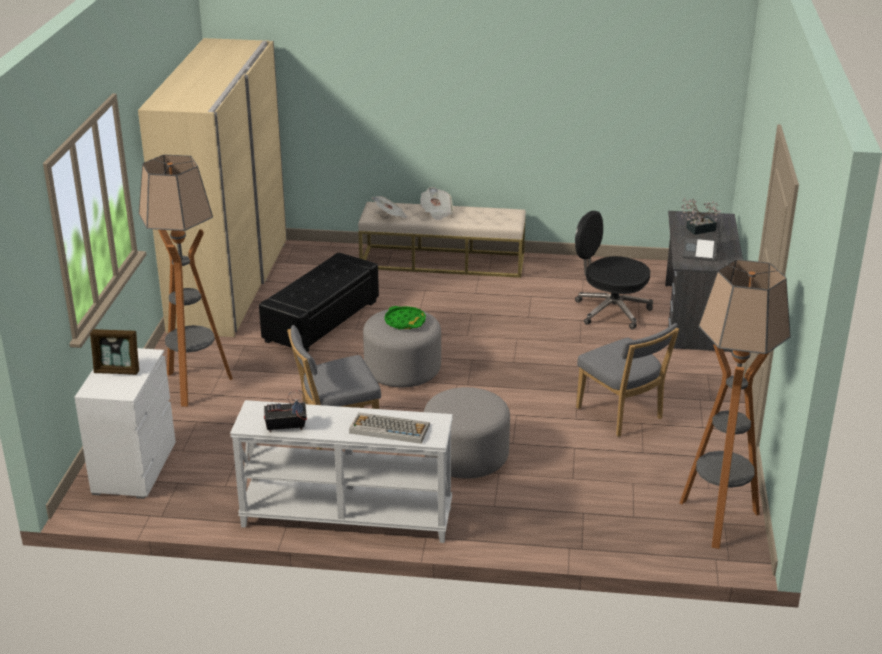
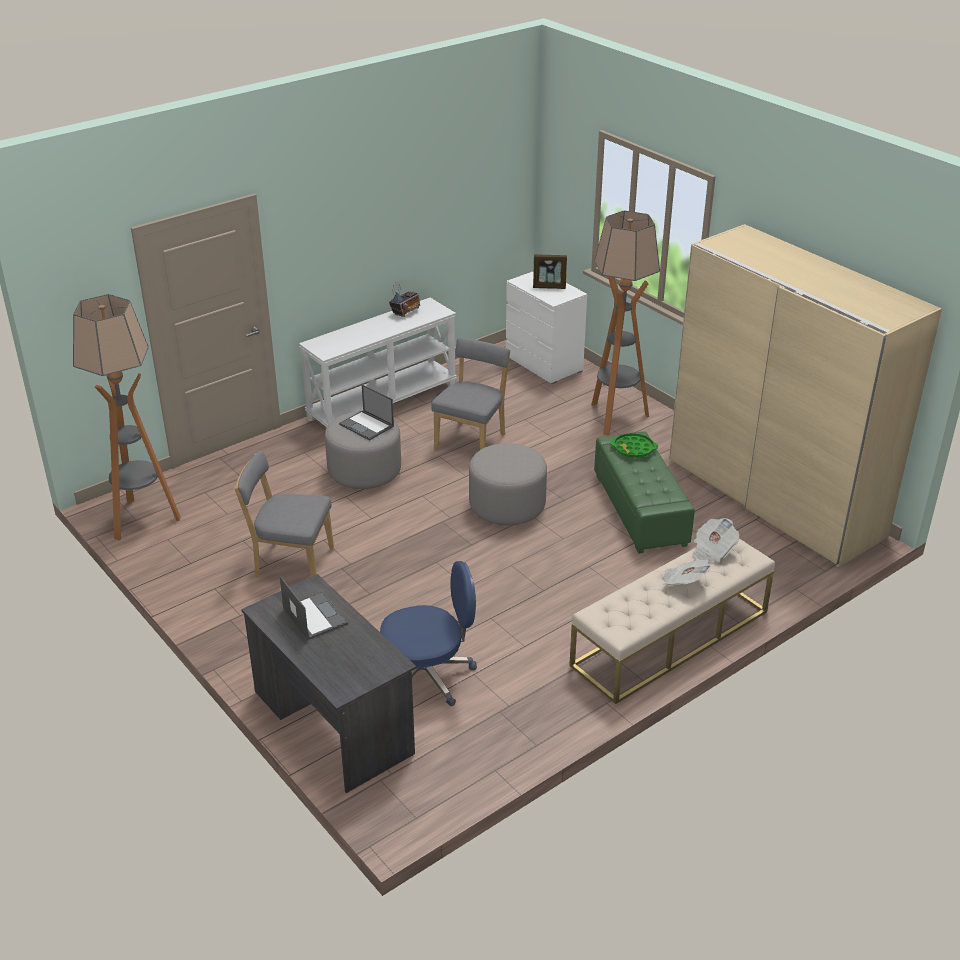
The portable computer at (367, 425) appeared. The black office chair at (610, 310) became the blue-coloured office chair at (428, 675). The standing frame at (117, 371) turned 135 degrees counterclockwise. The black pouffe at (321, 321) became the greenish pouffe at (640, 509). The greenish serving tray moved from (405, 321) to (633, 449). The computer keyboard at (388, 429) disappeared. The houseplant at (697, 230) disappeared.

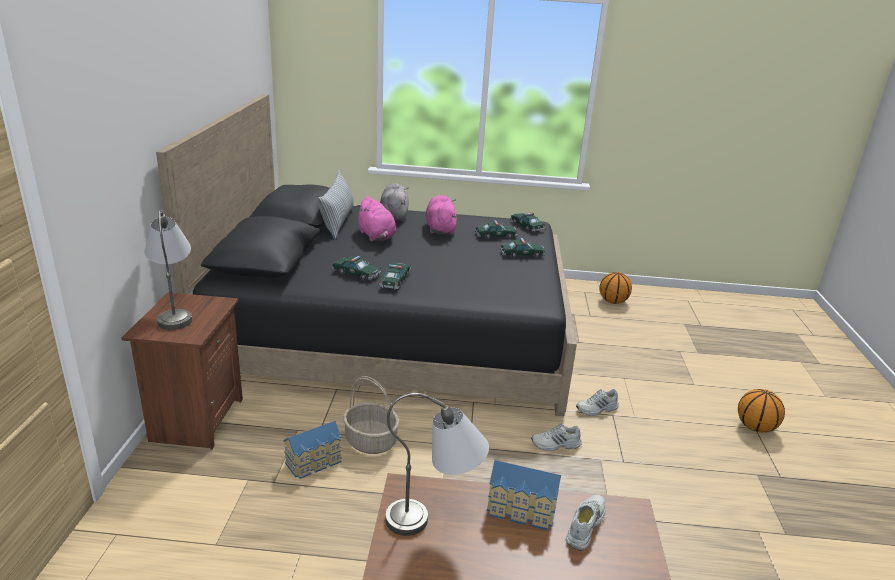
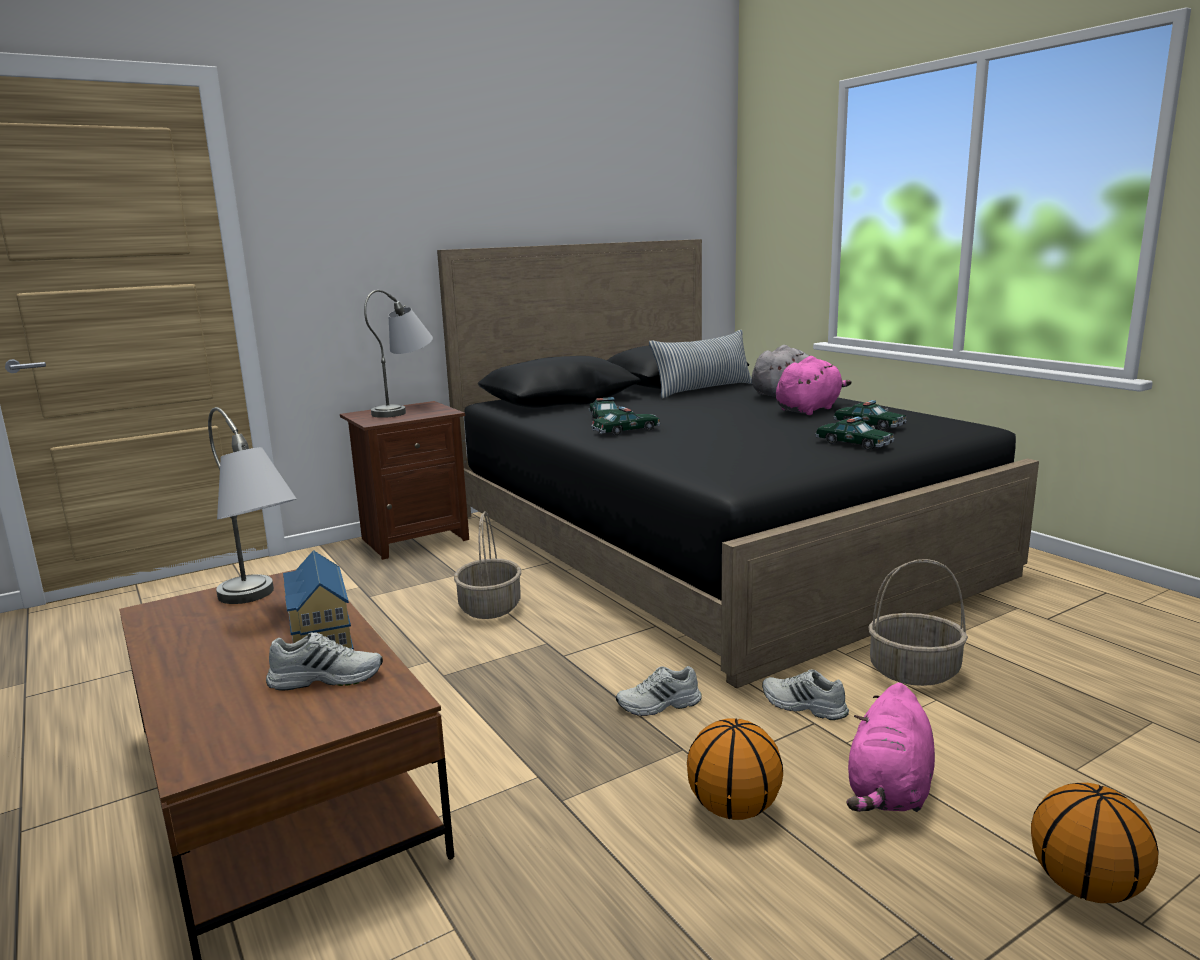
The whitish low shoe at (556, 445) turned 60 degrees counterclockwise. The ball for basketball moved from (613, 301) to (735, 808). The pink-coloured plush toy moved from (377, 236) to (889, 790). The household basket at (913, 672) appeared. The toy house at (315, 462) disappeared. The toy car at (527, 226) disappeared.

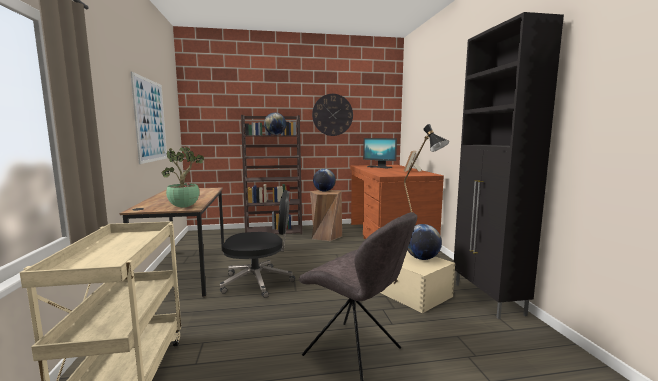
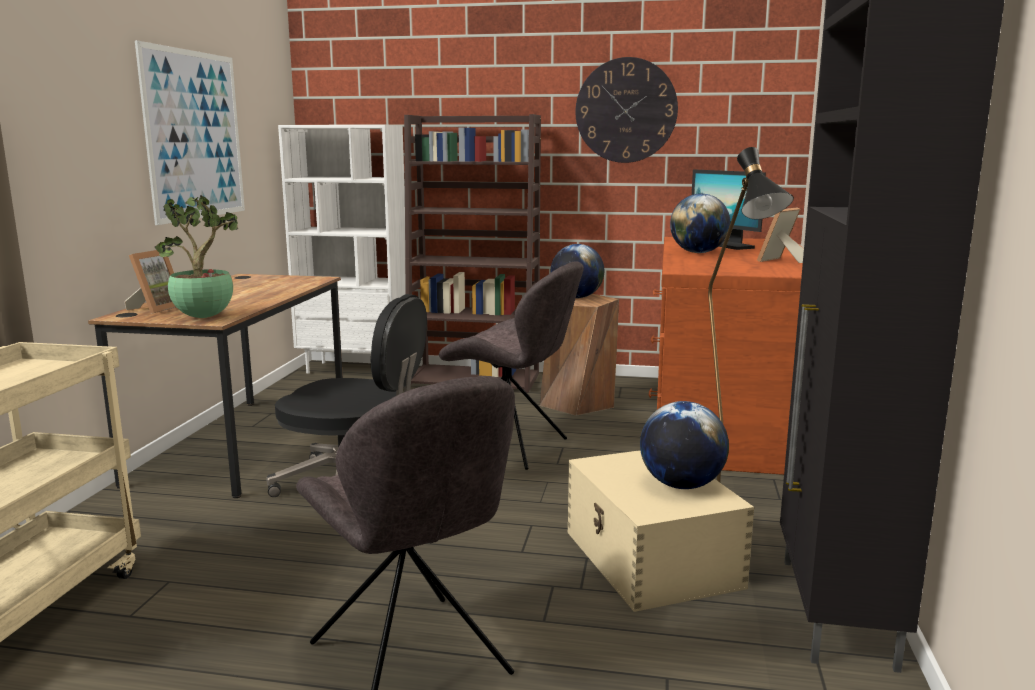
The standing frame at (156, 308) appeared. The whitish bookcase at (355, 369) appeared. The greyish upright chair at (511, 447) appeared. The world globe moved from (275, 135) to (698, 252).

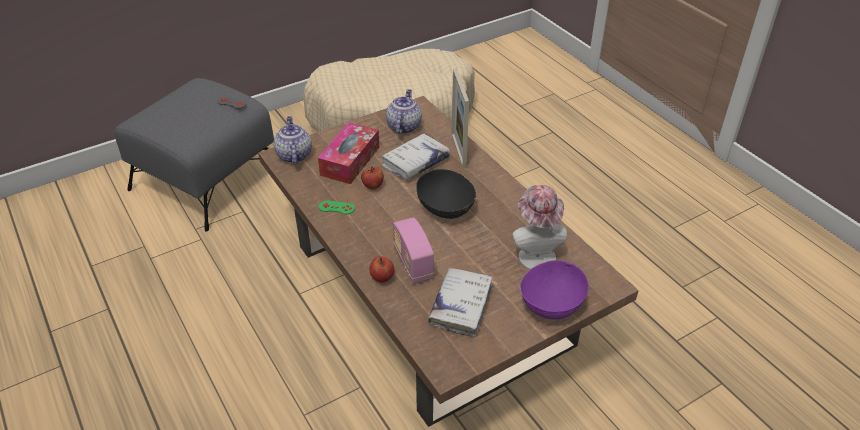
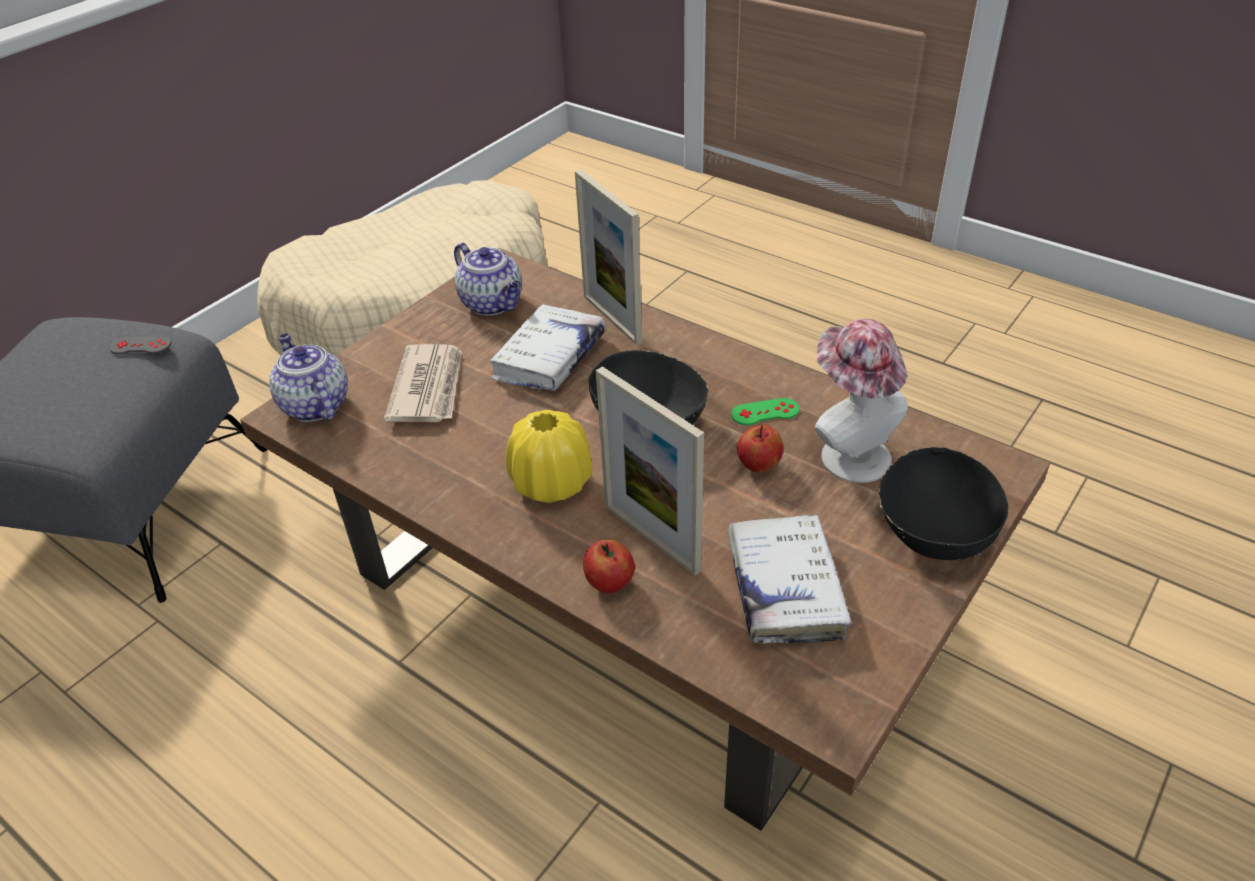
The tissue box at (350, 161) was replaced by the daily paper at (429, 387). The teapot at (404, 126) turned 150 degrees clockwise. The yellow-coloured decorative vase at (552, 483) appeared. The radio set at (413, 264) was replaced by the standing frame at (651, 538). The greenish joypad moved from (336, 207) to (765, 412). The apple moved from (373, 186) to (758, 465). The purple serving bowl at (551, 303) became the black serving bowl at (933, 531).

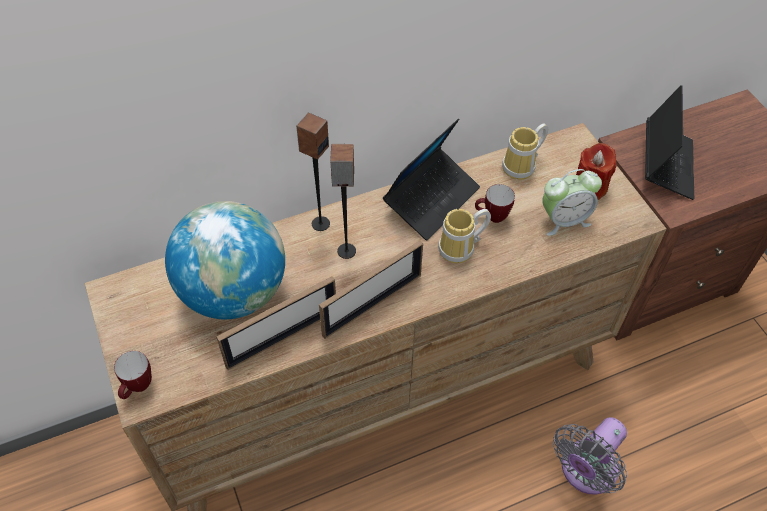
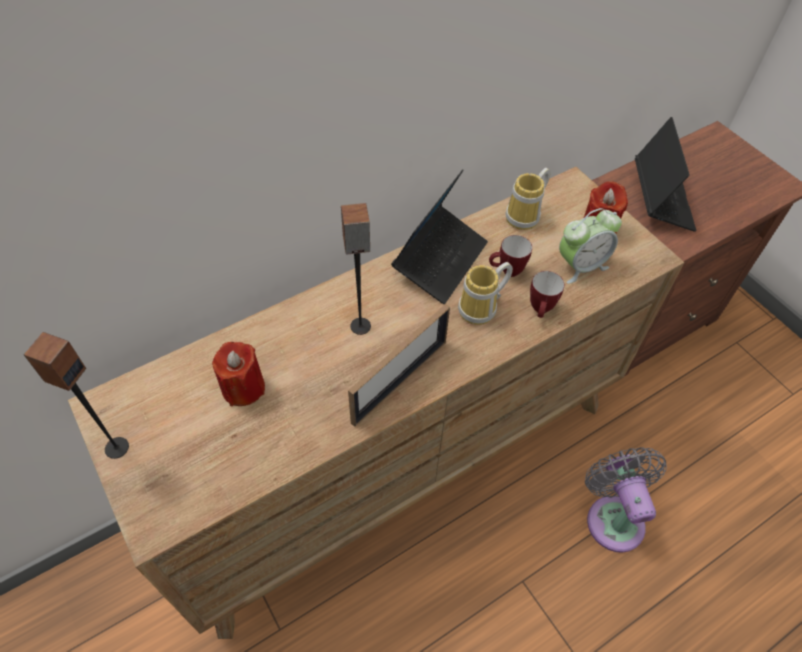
The loudspeaker moved from (320, 223) to (116, 447). The world globe at (234, 292) was replaced by the red candle at (243, 388). The mug moved from (138, 388) to (540, 311). The greyish fan at (585, 471) turned 135 degrees clockwise. The standing frame at (282, 338) disappeared.

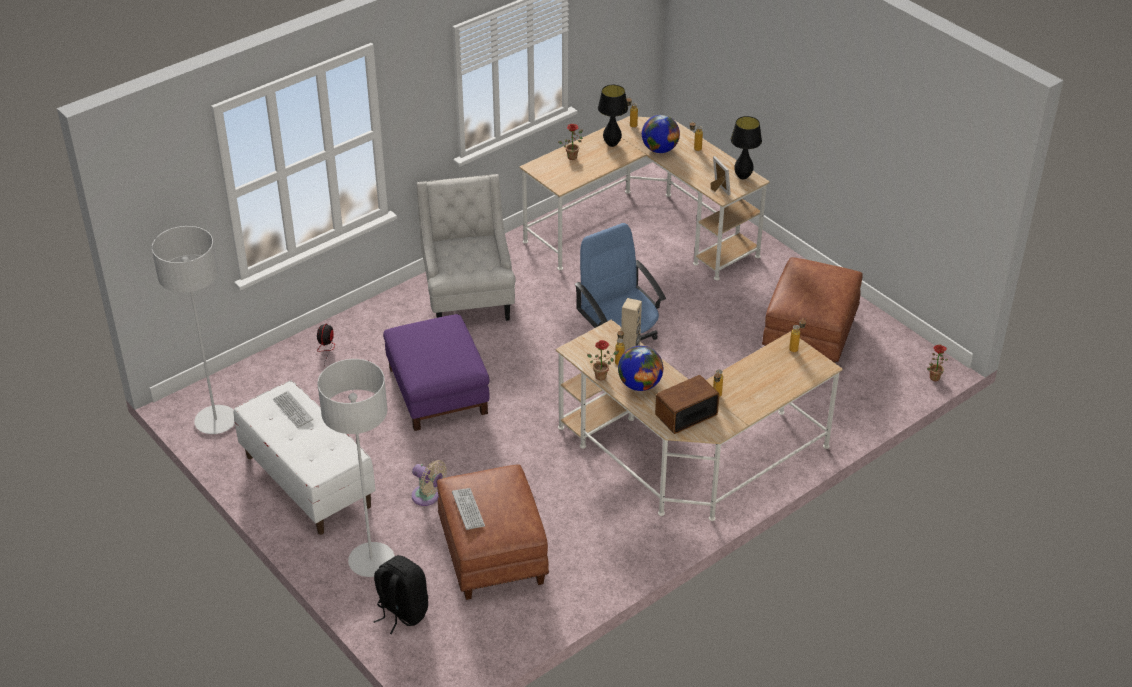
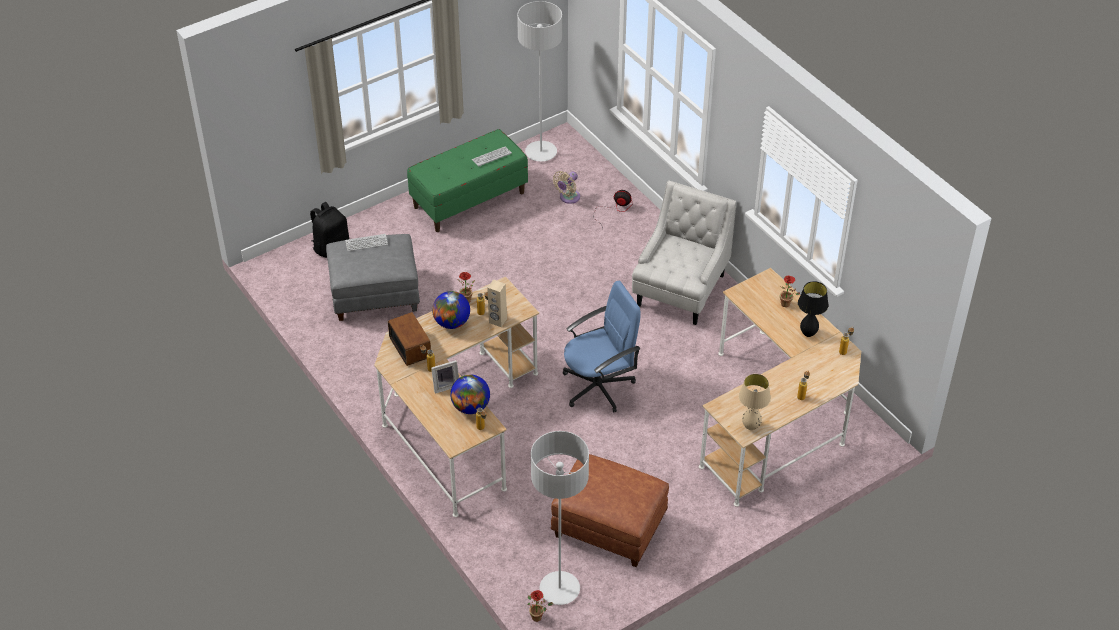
The brown-coloured pouffe at (491, 553) became the greyish pouffe at (376, 294). The whitish indoor bench at (307, 481) became the greenish indoor bench at (469, 200). The standing frame moved from (718, 189) to (445, 386). The world globe moved from (660, 149) to (471, 407). The greyish standard lamp moved from (371, 561) to (559, 589). The beige-coloured fan moved from (428, 497) to (568, 198). The whitish easy chair at (468, 298) turned 60 degrees counterclockwise. The black table lamp at (743, 177) became the beige-coloured table lamp at (751, 426). The purple pouffe at (436, 390) disappeared.

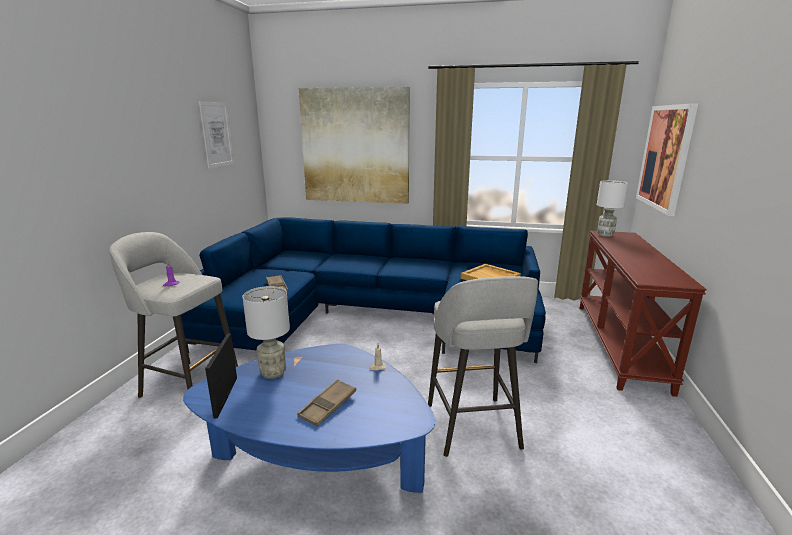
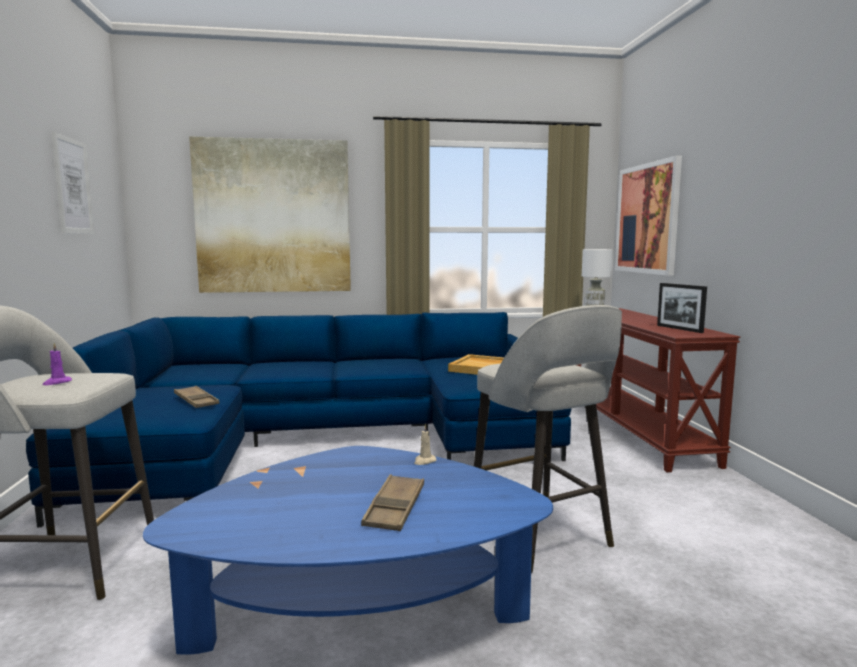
The standing frame moved from (226, 396) to (679, 329). The greyish table lamp at (272, 373) disappeared.

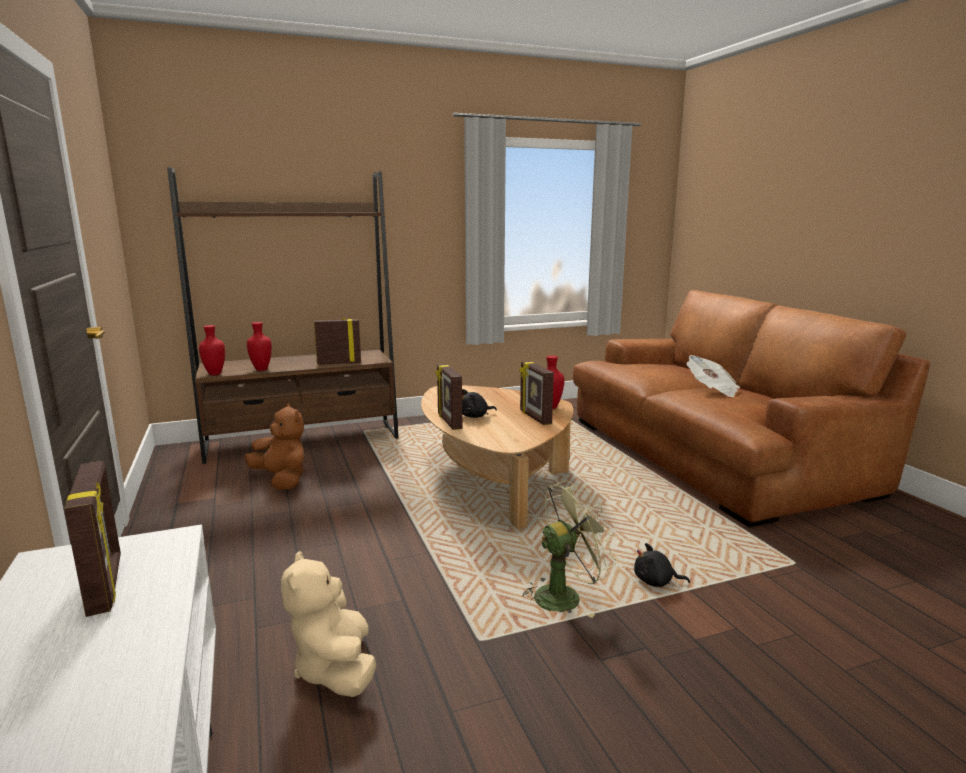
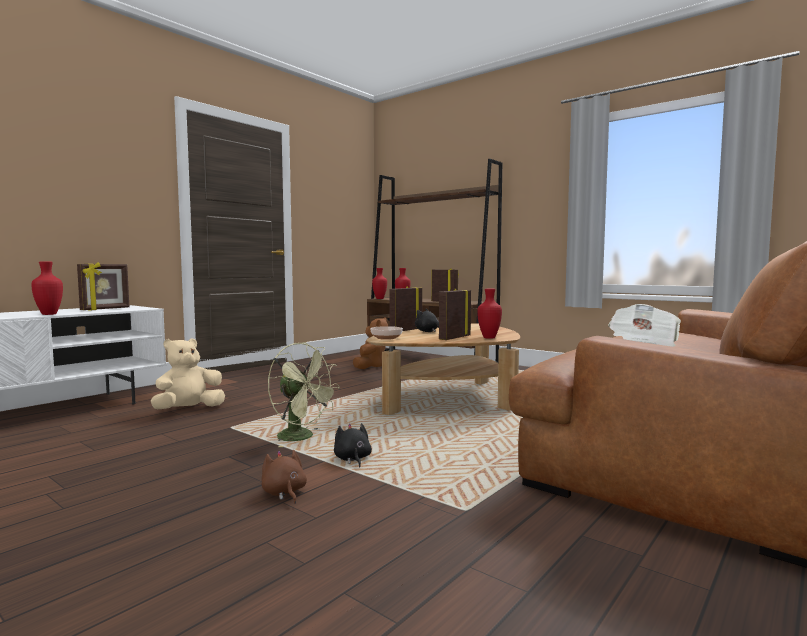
The red decorative vase at (48, 314) appeared. The brown-coloured plush toy at (284, 493) appeared. The serving bowl at (387, 338) appeared.

